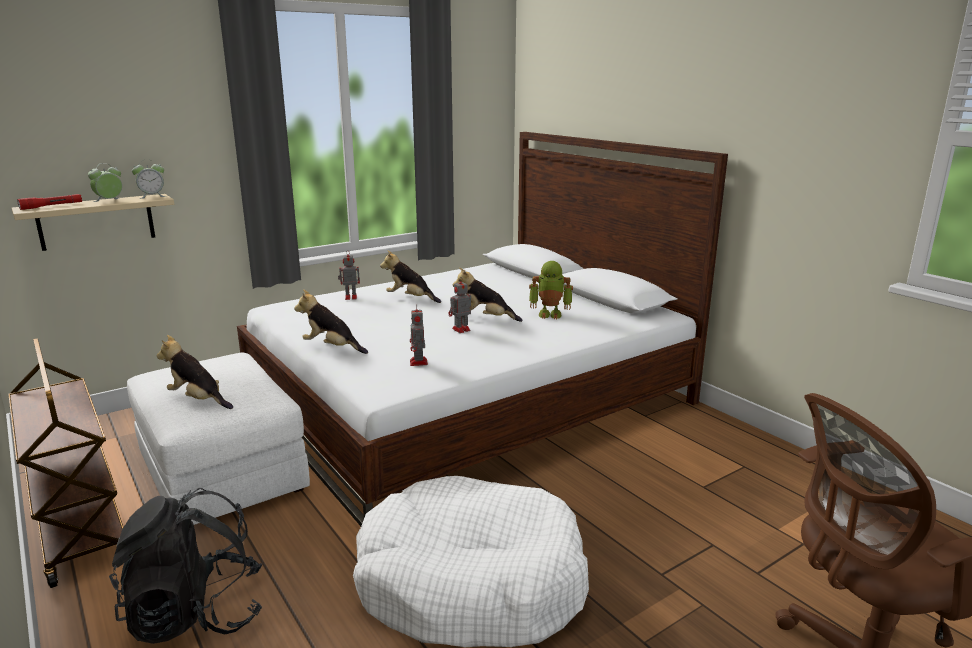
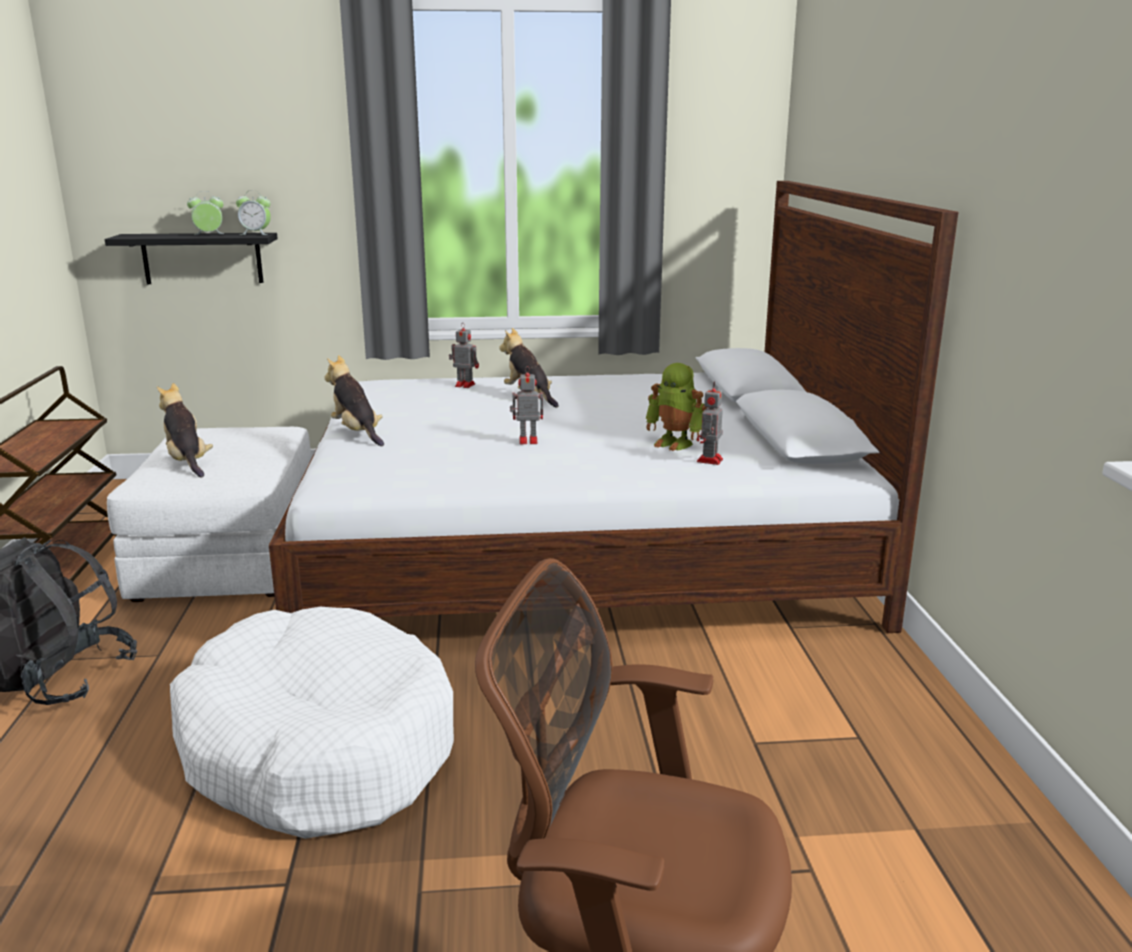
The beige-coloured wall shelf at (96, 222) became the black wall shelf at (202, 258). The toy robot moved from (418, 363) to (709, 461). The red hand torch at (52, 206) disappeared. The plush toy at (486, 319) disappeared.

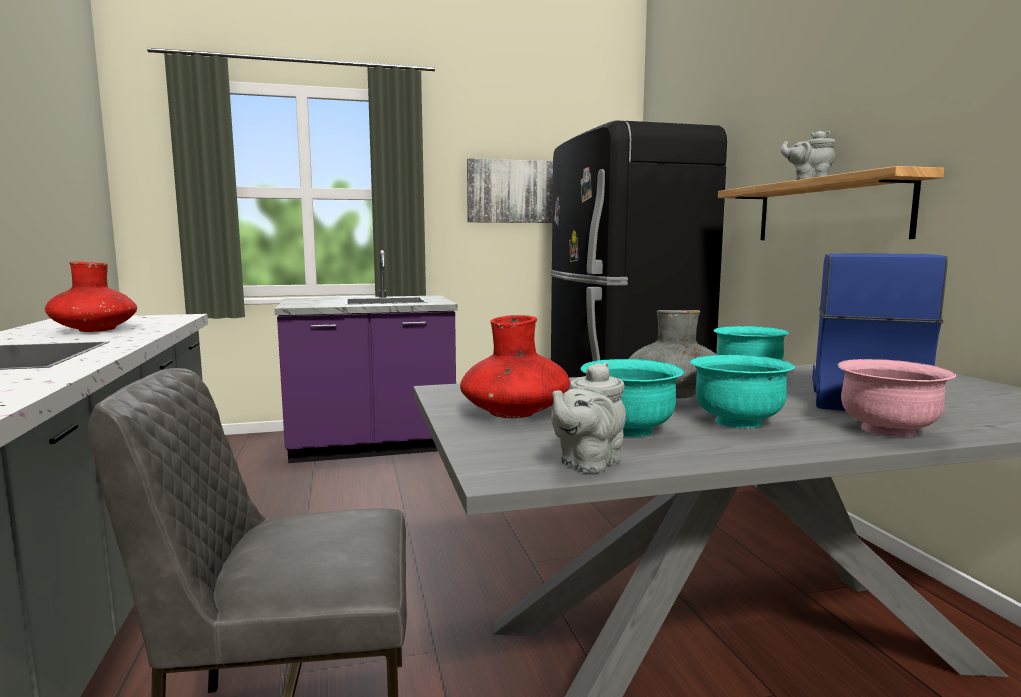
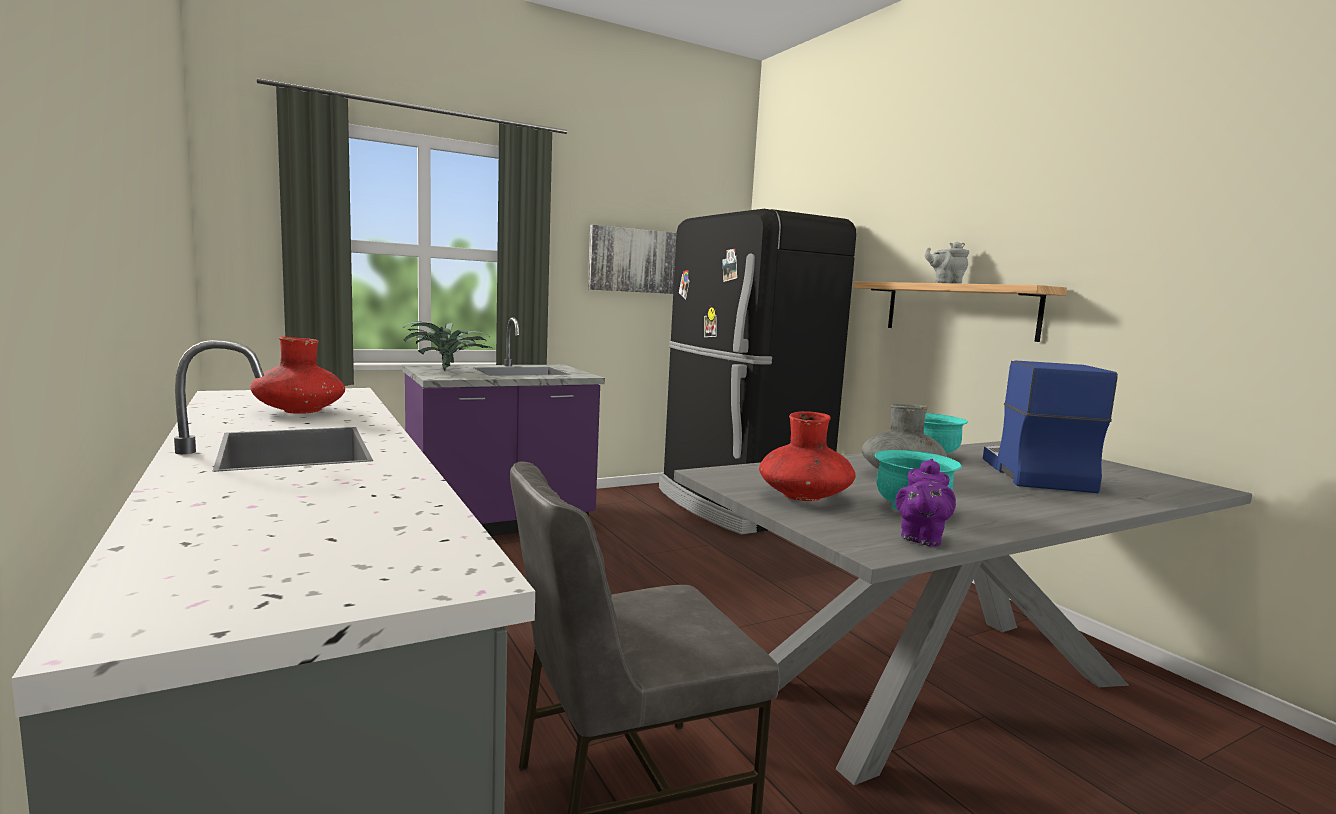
The houseplant at (447, 370) appeared. The greyish teapot at (587, 463) became the purple teapot at (920, 539). The turquoise serving bowl at (737, 421) disappeared. The pink-coloured serving bowl at (887, 430) disappeared.

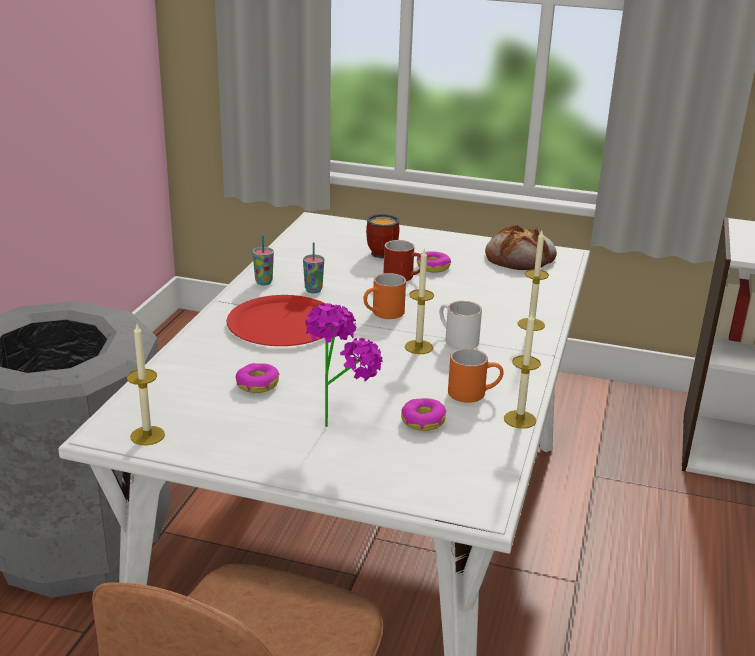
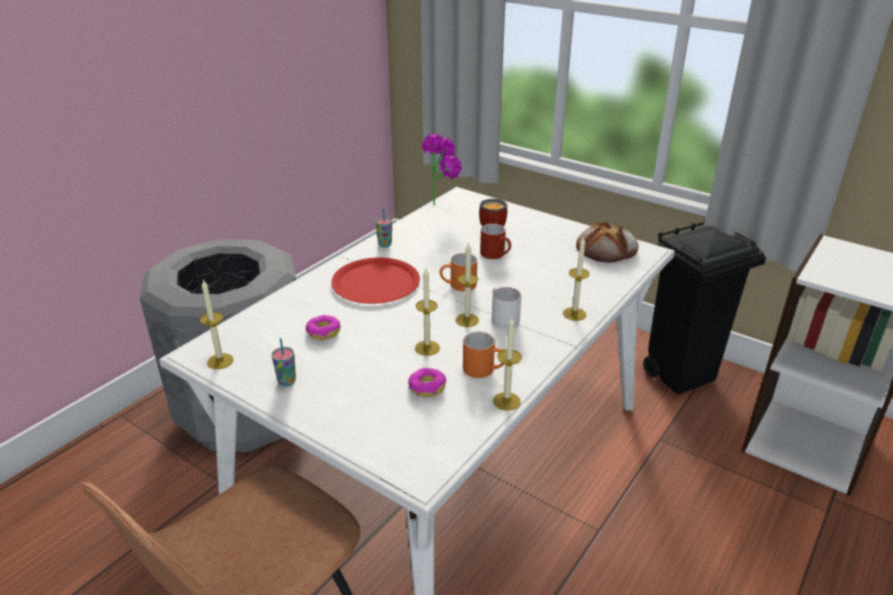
The small cup moved from (313, 290) to (287, 382). The candle at (427, 348) appeared. The houseplant moved from (339, 420) to (443, 203). The black trash can at (681, 375) appeared. The doughnut at (433, 267) disappeared.

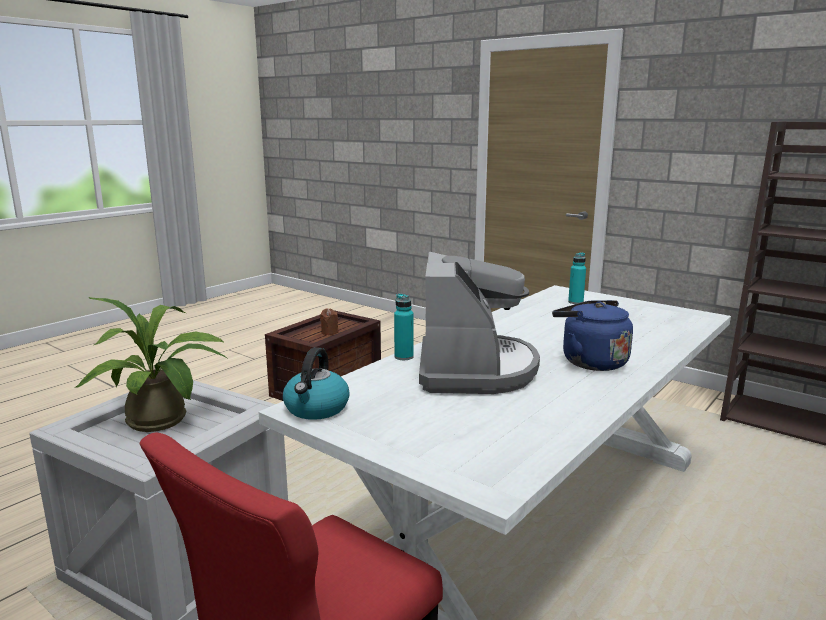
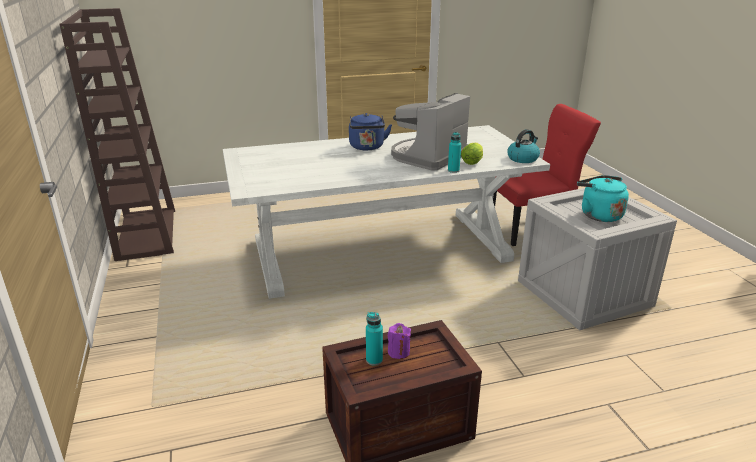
The turquoise drink bottle moved from (575, 302) to (374, 360). The brown-coloured candle at (329, 332) became the purple candle at (398, 352). The head of lettuce at (473, 162) appeared. The houseplant at (163, 422) was replaced by the turquoise kettle at (598, 215).

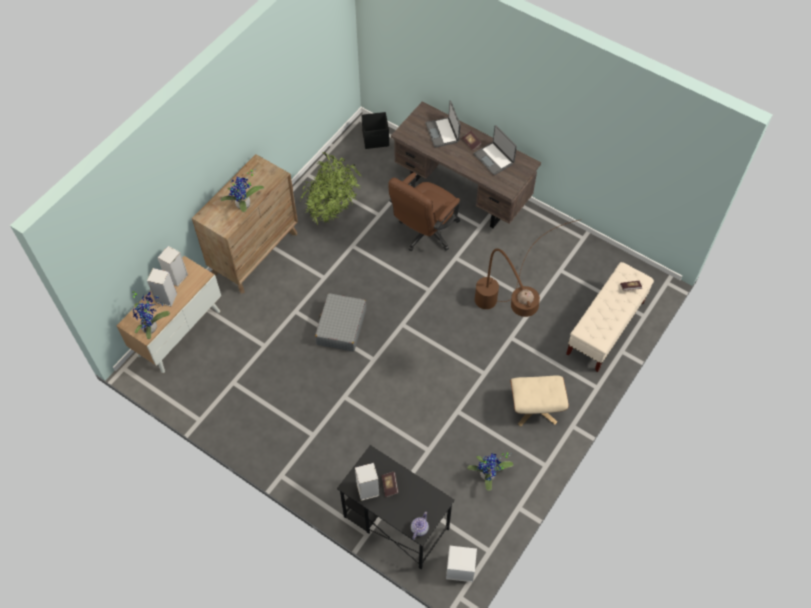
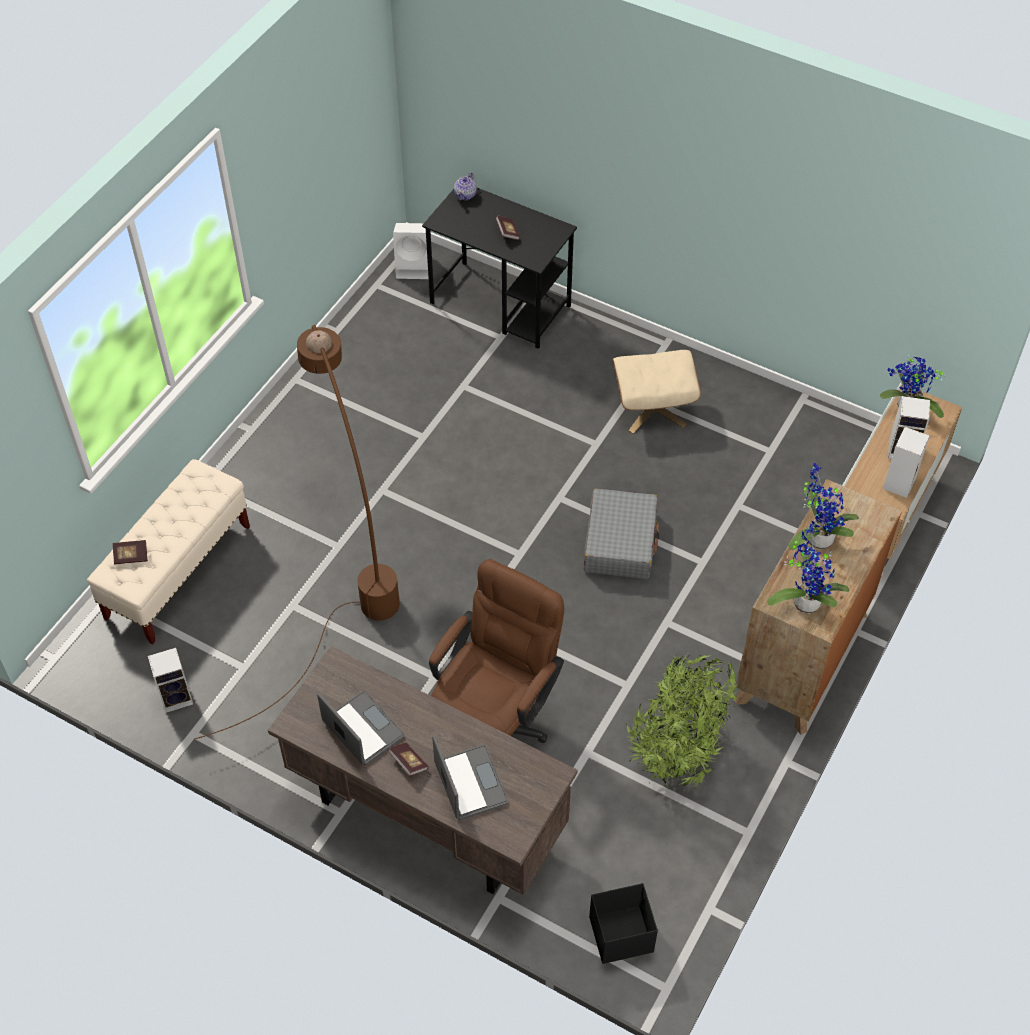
The loudspeaker moved from (367, 491) to (177, 697). The beige-coloured pouffe moved from (535, 408) to (652, 408). The houseplant moved from (488, 476) to (804, 600).

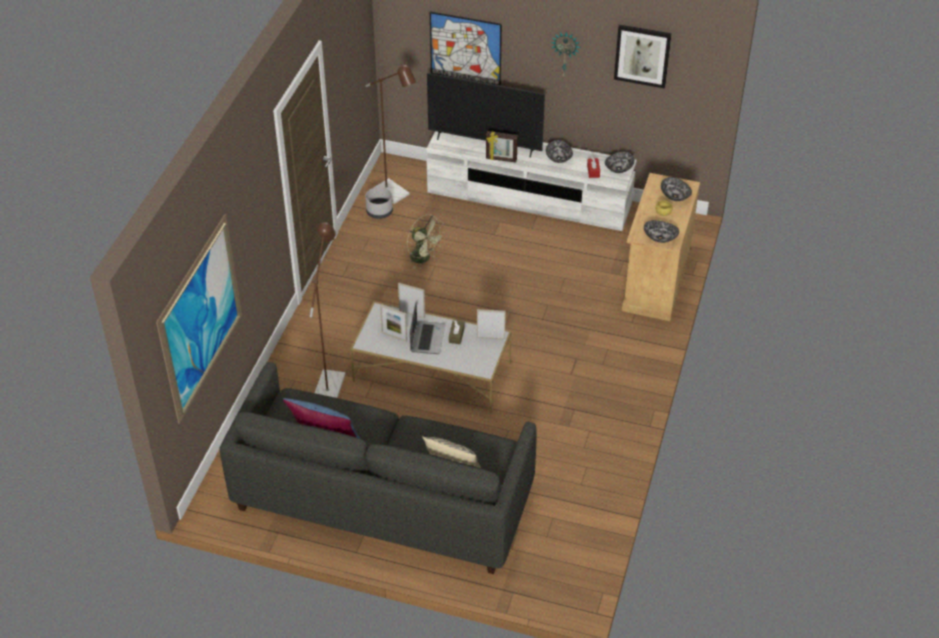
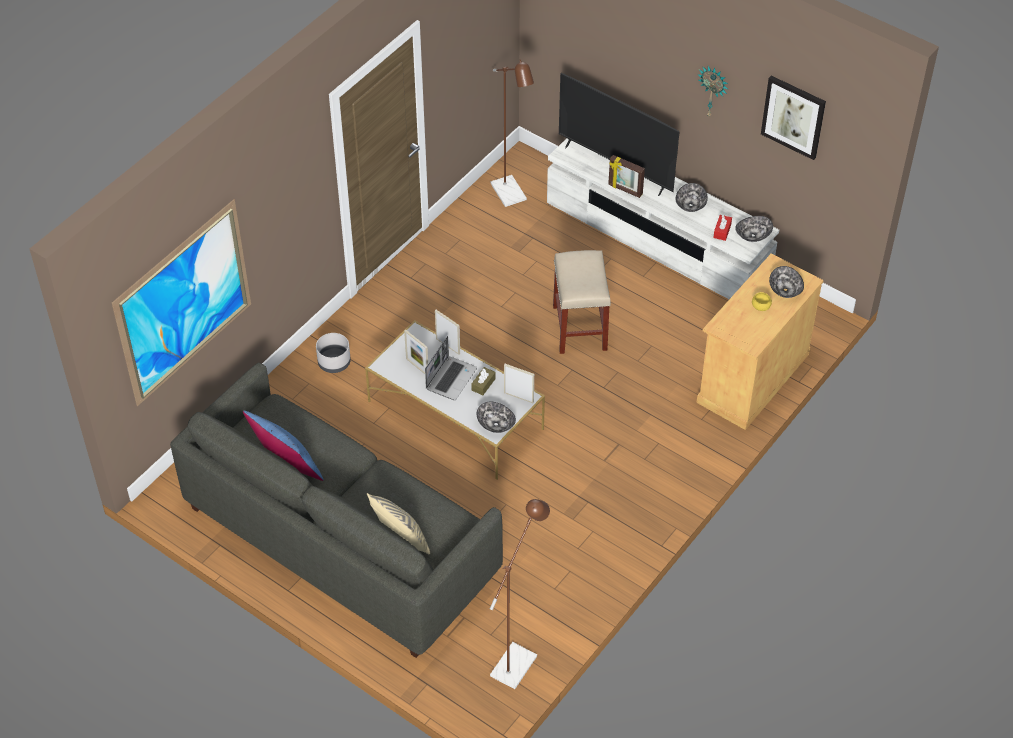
The greyish flower pot moved from (380, 212) to (334, 362). The serving bowl moved from (660, 237) to (496, 424). The brown-coloured standard lamp moved from (331, 380) to (518, 659). The beige-coloured stool at (580, 329) appeared. The greenish fan at (424, 258) disappeared. The wall art at (465, 48) disappeared.

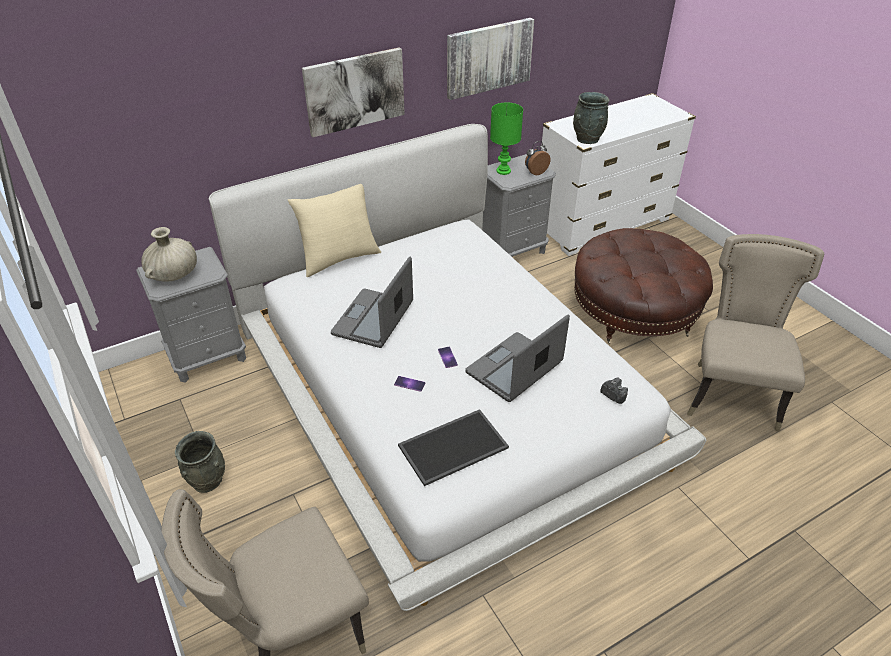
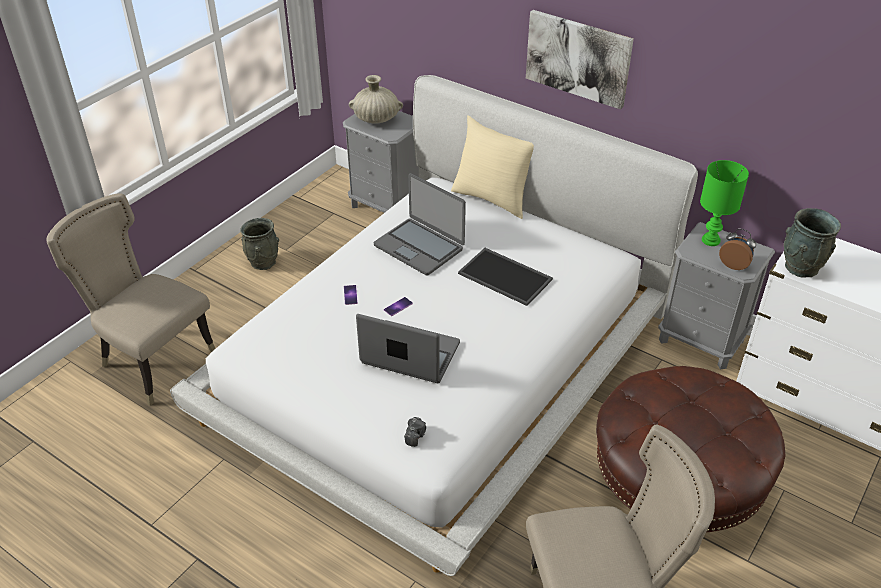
The portable computer at (374, 319) turned 135 degrees counterclockwise. The serving tray moved from (453, 445) to (506, 276). The wall art at (488, 57) disappeared.

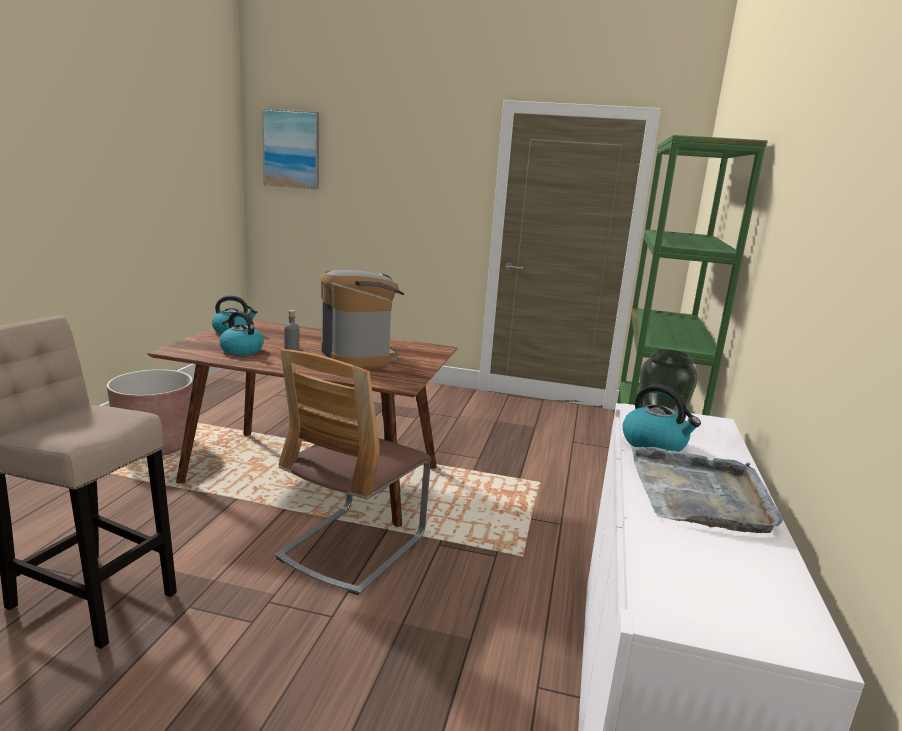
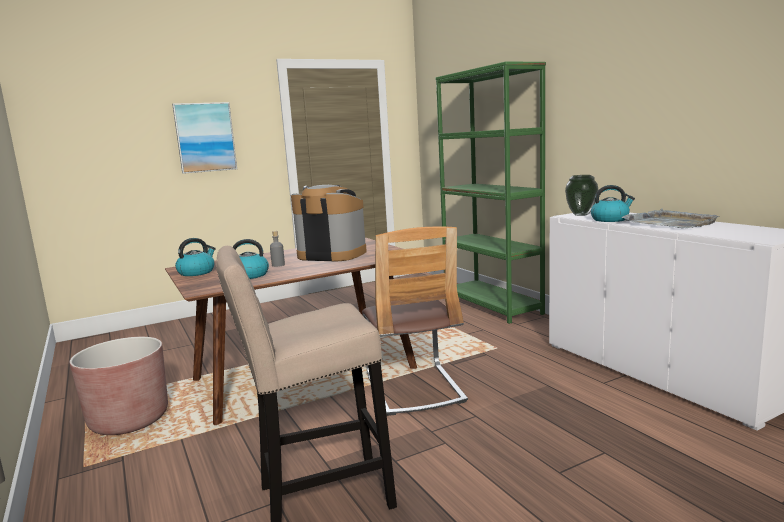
The wall art moved from (291, 149) to (205, 137).

